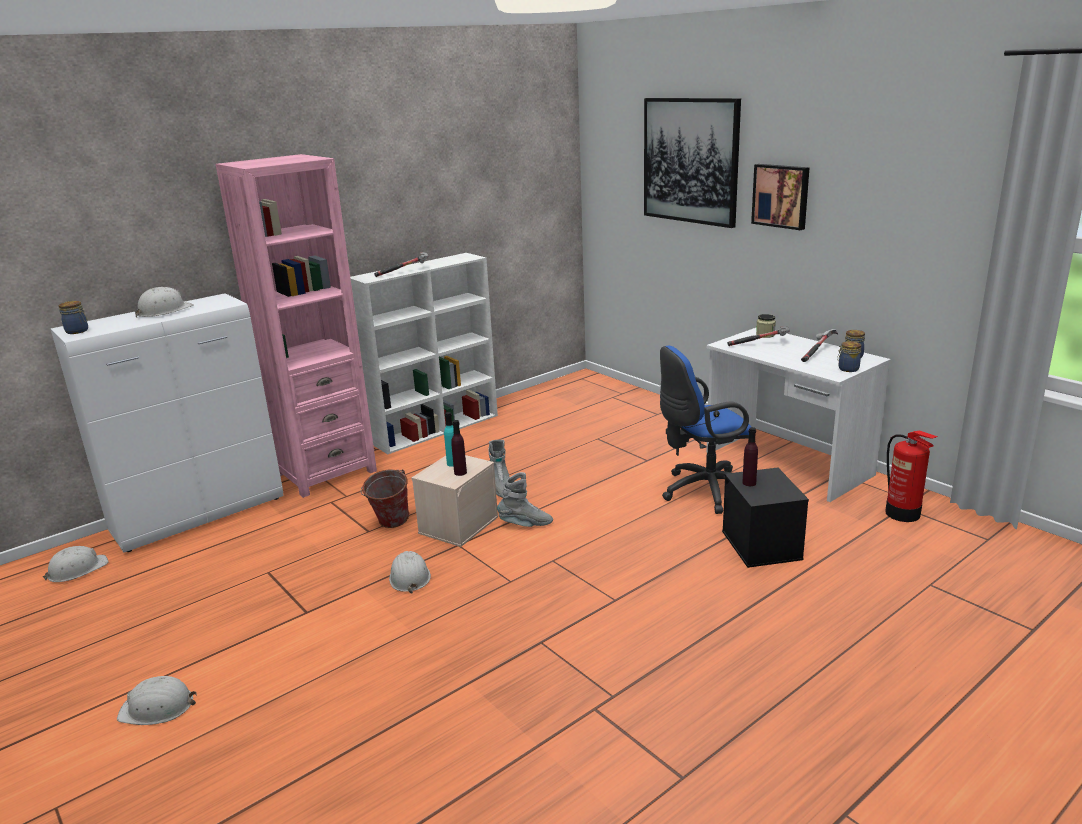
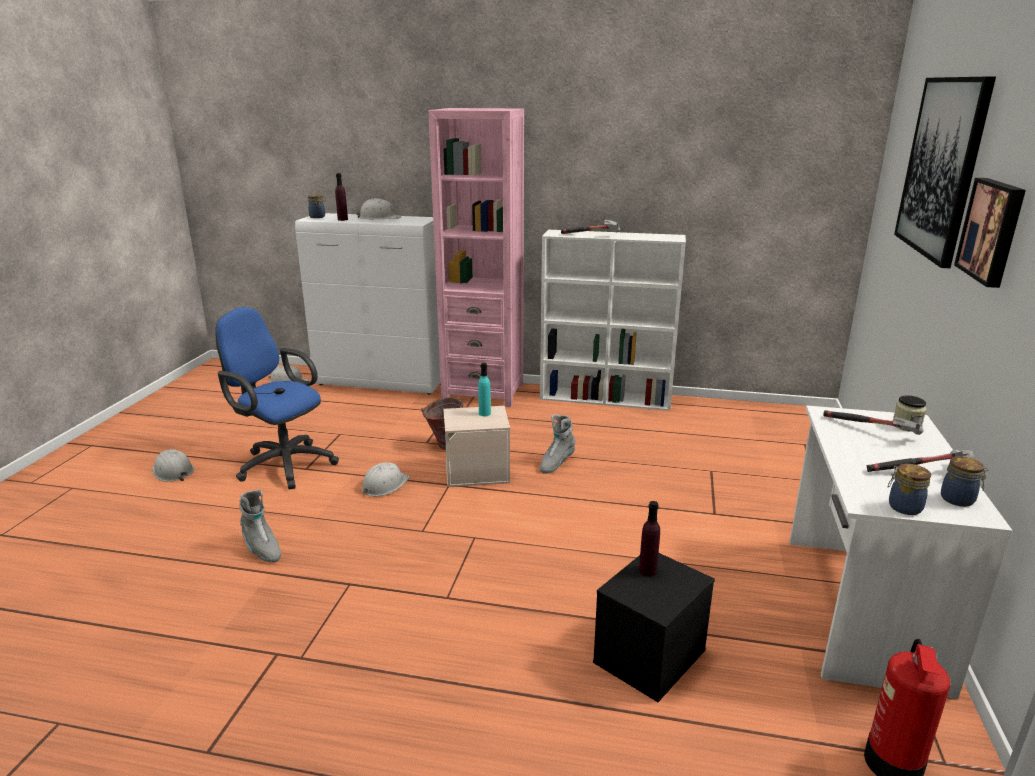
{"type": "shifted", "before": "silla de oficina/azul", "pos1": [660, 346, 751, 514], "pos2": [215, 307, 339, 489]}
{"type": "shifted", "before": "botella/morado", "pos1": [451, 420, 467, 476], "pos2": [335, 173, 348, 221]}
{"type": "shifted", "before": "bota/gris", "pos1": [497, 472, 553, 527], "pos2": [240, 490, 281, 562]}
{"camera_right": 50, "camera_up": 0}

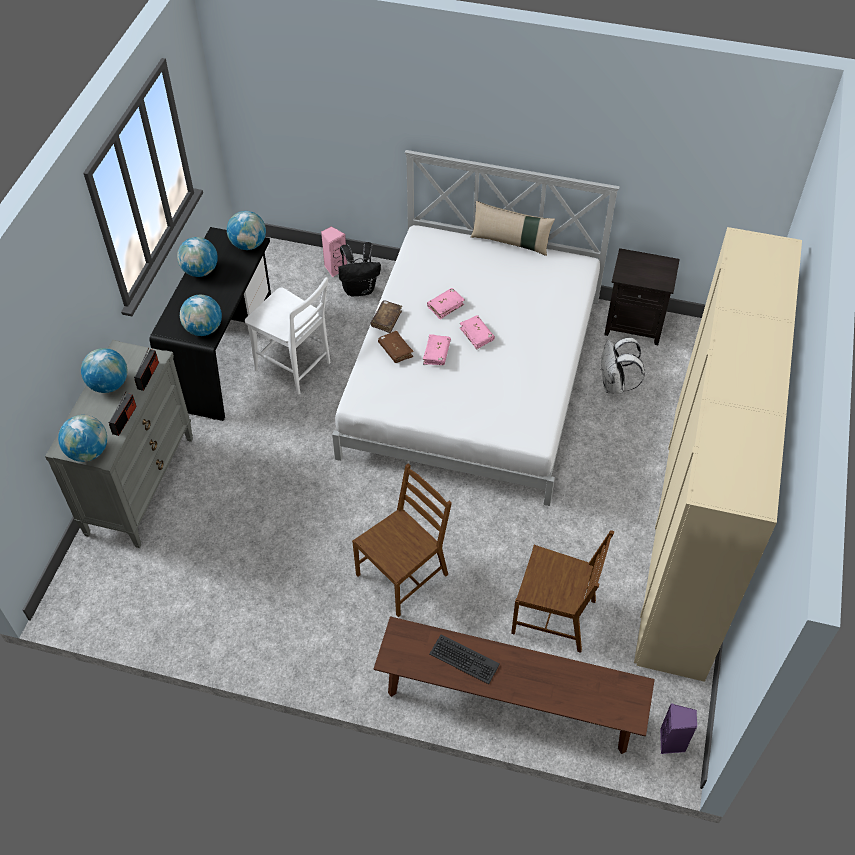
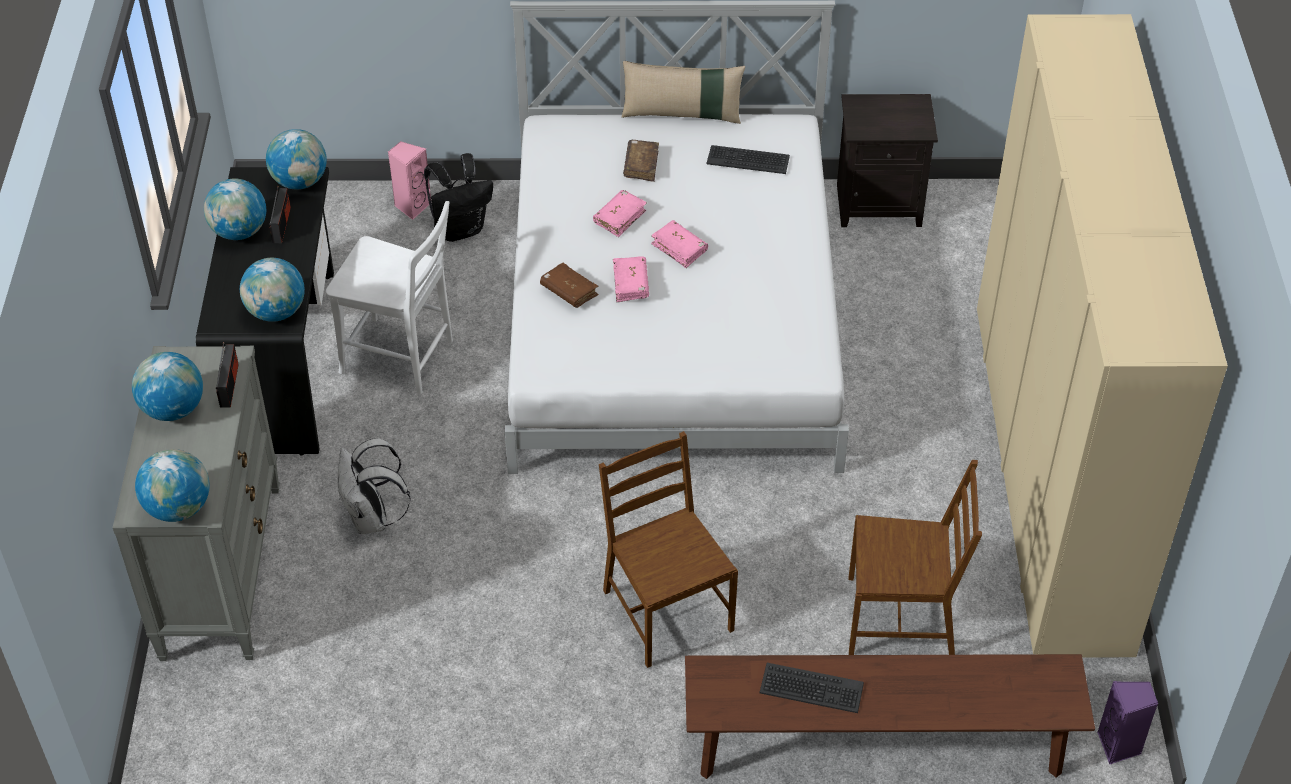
{"type": "shifted", "before": "libro/marrón", "pos1": [370, 300, 402, 333], "pos2": [623, 140, 659, 182]}
{"type": "shifted", "before": "mochila/blanco", "pos1": [601, 337, 645, 394], "pos2": [338, 438, 411, 534]}
{"type": "shifted", "before": "radio", "pos1": [109, 391, 137, 436], "pos2": [269, 186, 291, 243]}
{"type": "rotated", "before": "silla/marrón", "pos1": [352, 463, 452, 617], "pos2": [599, 431, 738, 668], "turn": -60}
{"type": "new", "after": "teclado", "pos2": [706, 145, 790, 174]}
{"camera_right": -15, "camera_up": -5}

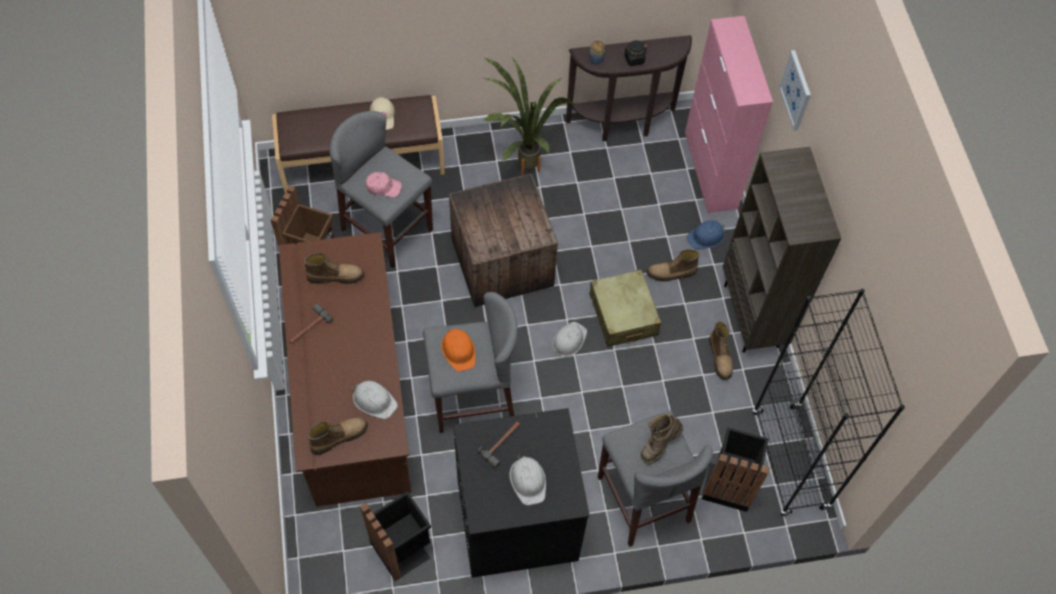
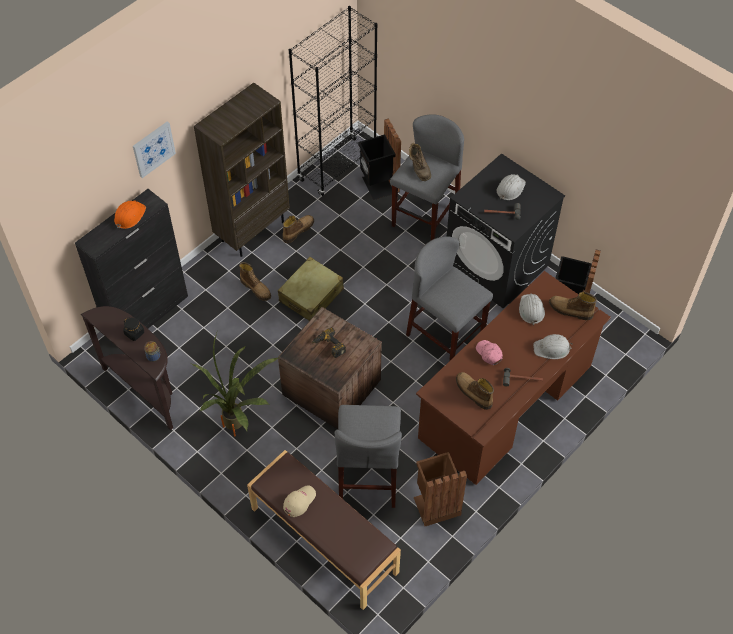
{"type": "repainted", "before": "armario/rosa", "after": "armario/negro", "pos1": [685, 16, 773, 213], "pos2": [75, 189, 188, 328]}
{"type": "shifted", "before": "gorra/rosa", "pos1": [366, 172, 402, 197], "pos2": [476, 340, 503, 365]}
{"type": "gone", "before": "casco/azul", "pos1": [687, 220, 725, 249]}
{"type": "shifted", "before": "casco/blanco", "pos1": [552, 322, 587, 357], "pos2": [533, 334, 573, 359]}
{"type": "shifted", "before": "casco/naranja", "pos1": [441, 328, 475, 372], "pos2": [114, 200, 146, 229]}
{"type": "rotated", "before": "bota/marrón", "pos1": [640, 413, 683, 464], "pos2": [409, 143, 431, 181], "turn": 60}
{"type": "new", "after": "taladro", "pos2": [312, 327, 346, 358]}
{"camera_right": -125, "camera_up": -5}

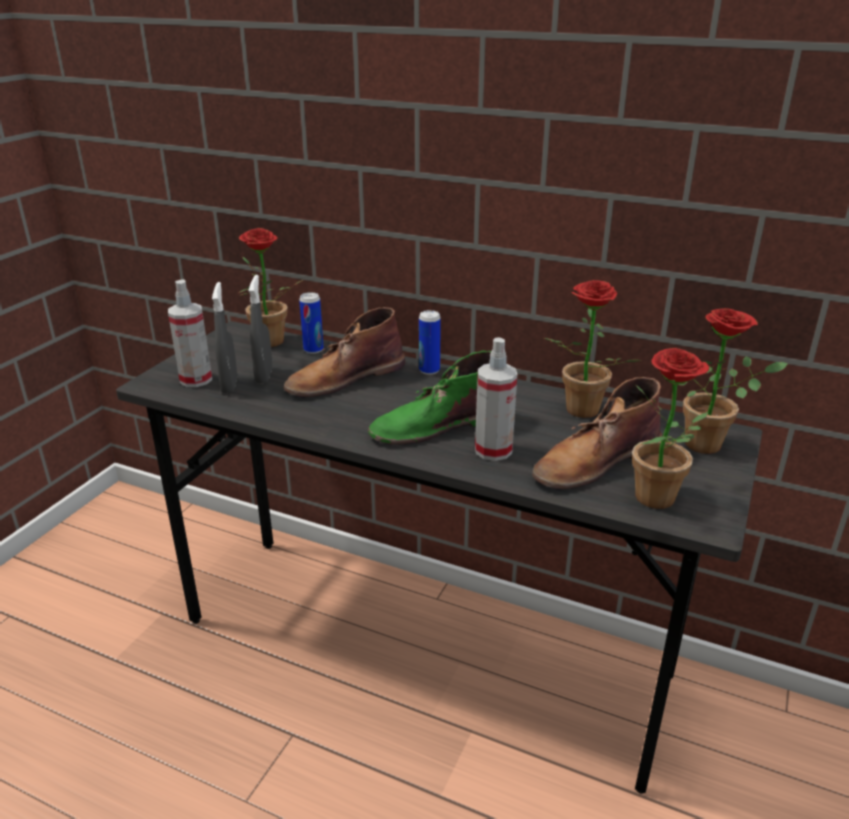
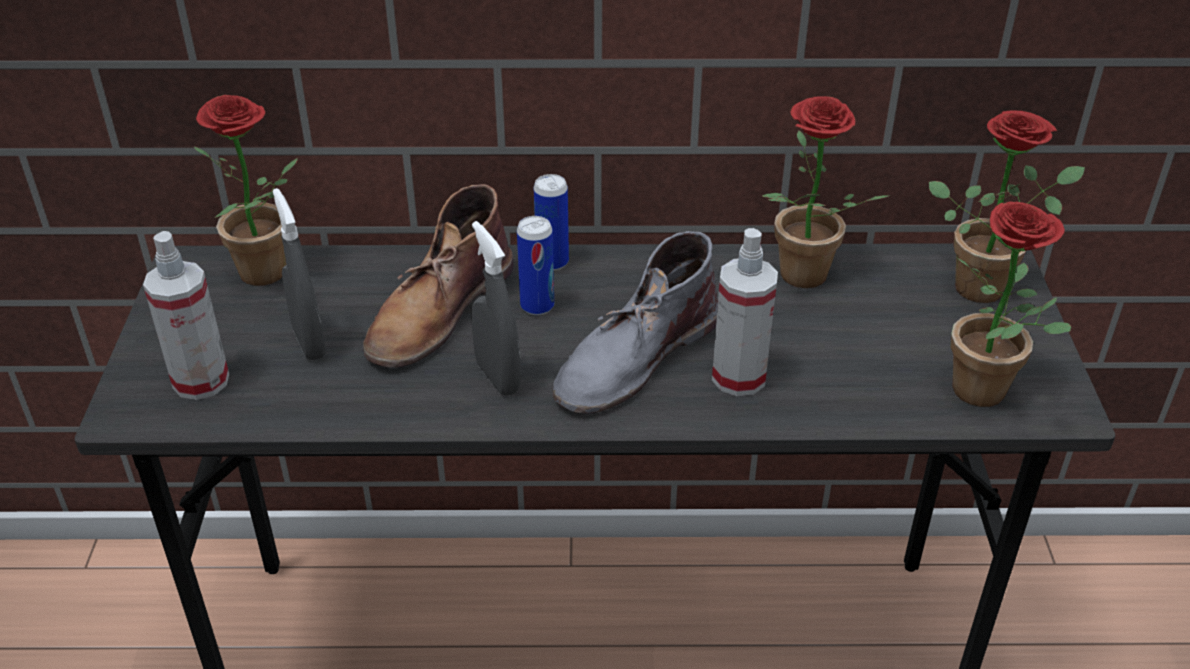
{"type": "shifted", "before": "pulverizador/gris", "pos1": [212, 282, 237, 393], "pos2": [471, 221, 521, 396]}
{"type": "shifted", "before": "lata", "pos1": [299, 292, 324, 354], "pos2": [517, 216, 554, 315]}
{"type": "repainted", "before": "bota/verde", "after": "bota/gris", "pos1": [368, 351, 491, 445], "pos2": [553, 231, 718, 414]}
{"type": "gone", "before": "bota/marrón", "pos1": [532, 377, 662, 490]}
{"camera_right": -25, "camera_up": 10}

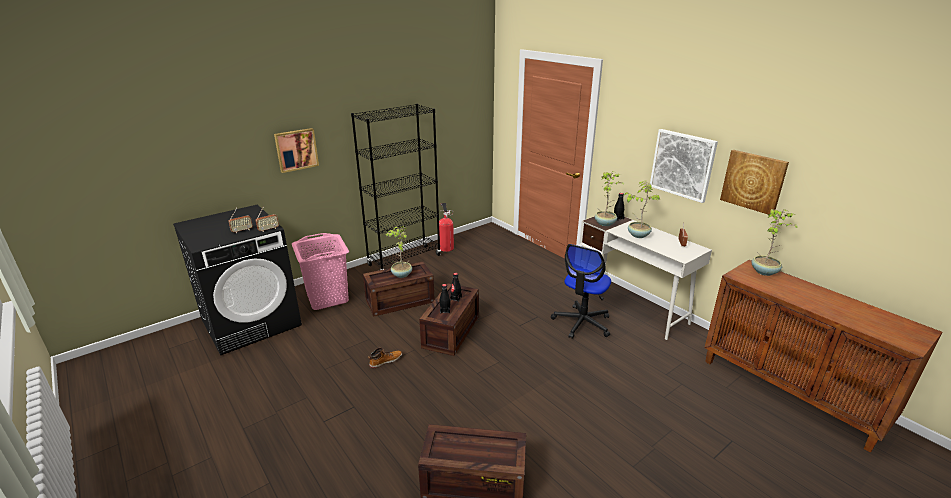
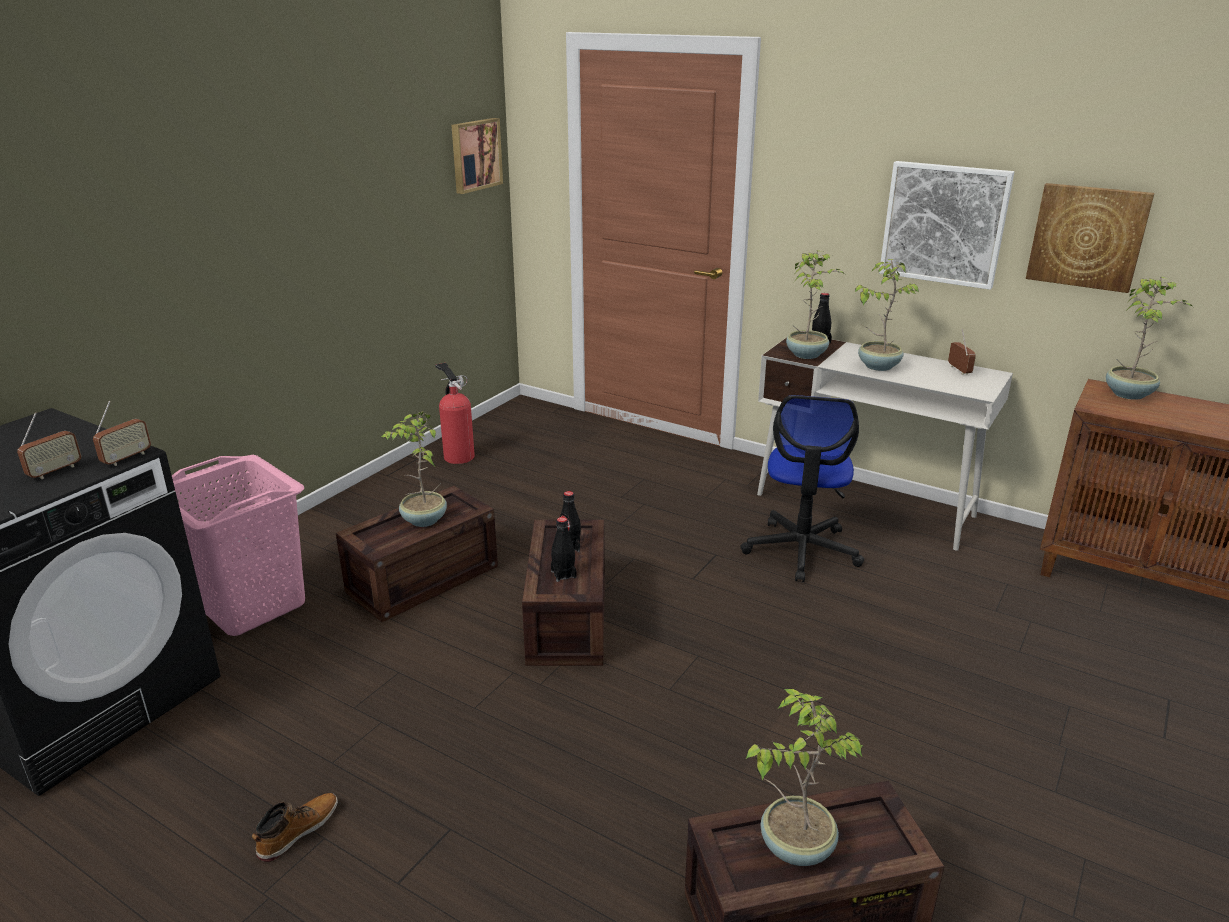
{"type": "gone", "before": "estantería/negro", "pos1": [351, 104, 441, 270]}
{"type": "shifted", "before": "cuadro", "pos1": [274, 128, 319, 173], "pos2": [452, 118, 503, 194]}
{"type": "shifted", "before": "bota", "pos1": [368, 348, 402, 368], "pos2": [252, 793, 338, 862]}
{"type": "new", "after": "planta en maceta", "pos2": [746, 689, 863, 866]}
{"camera_right": -20, "camera_up": 0}

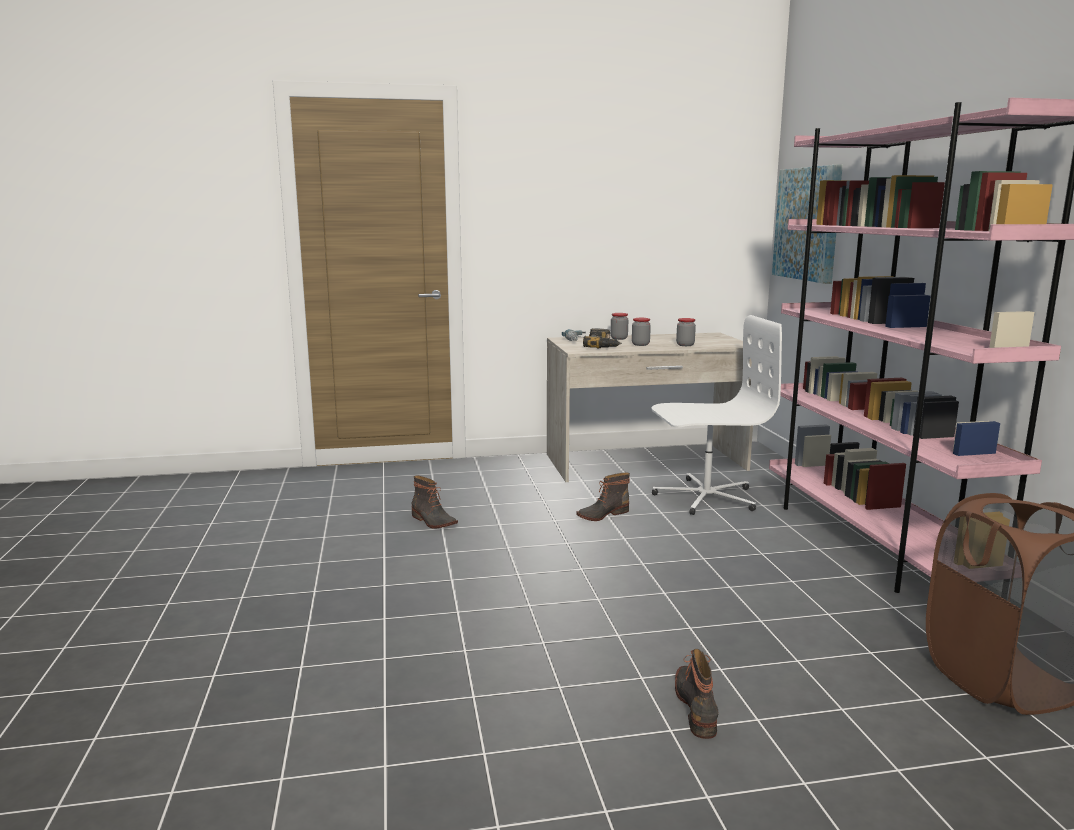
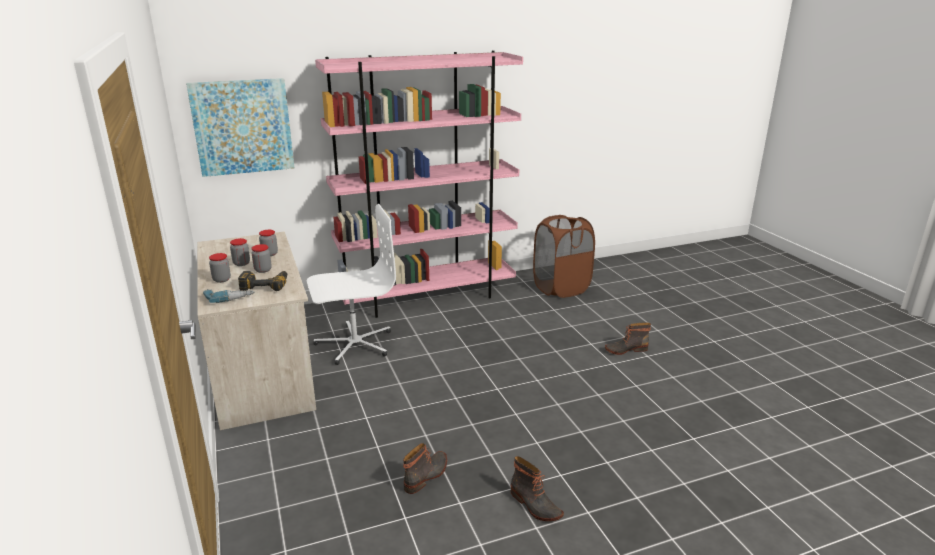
{"type": "rotated", "before": "silla de oficina/blanco", "pos1": [651, 315, 782, 515], "pos2": [307, 204, 396, 365], "turn": 90}
{"type": "shifted", "before": "bota", "pos1": [576, 472, 630, 521], "pos2": [511, 456, 564, 521]}
{"type": "new", "after": "tarro", "pos2": [230, 238, 250, 266]}
{"camera_right": -100, "camera_up": 10}

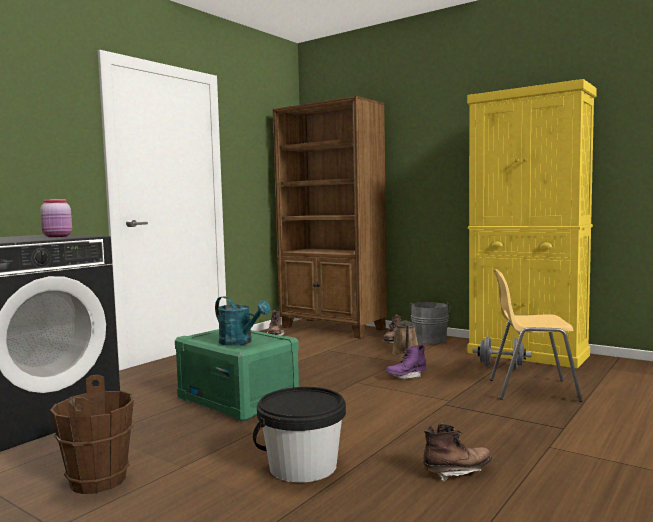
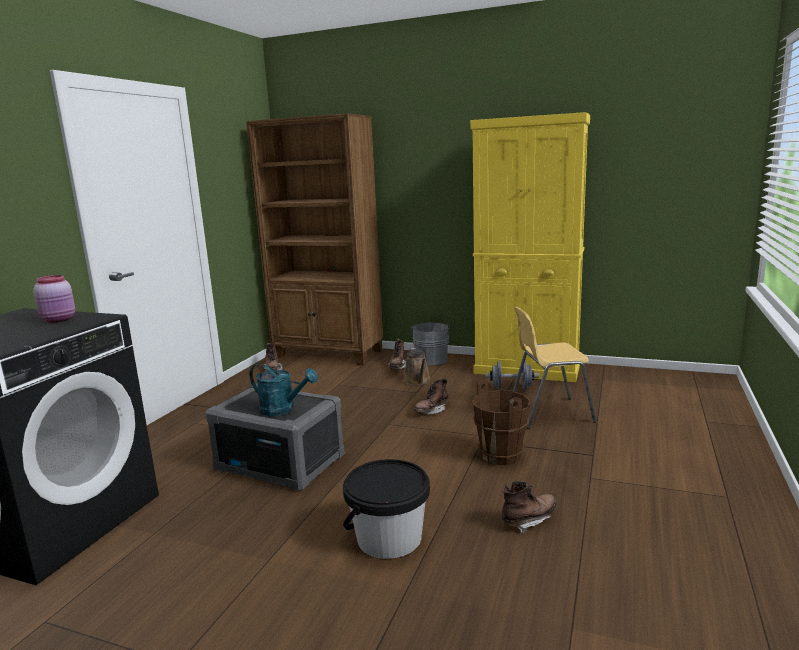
{"type": "repainted", "before": "caja de almacenaje/verde", "after": "caja de almacenaje/gris", "pos1": [175, 329, 299, 422], "pos2": [206, 383, 345, 491]}
{"type": "repainted", "before": "bota/morado", "after": "bota/marrón", "pos1": [385, 343, 427, 379], "pos2": [413, 377, 449, 415]}
{"type": "shifted", "before": "cubo/marrón", "pos1": [50, 375, 134, 494], "pos2": [472, 380, 530, 465]}
{"camera_right": -15, "camera_up": 10}

